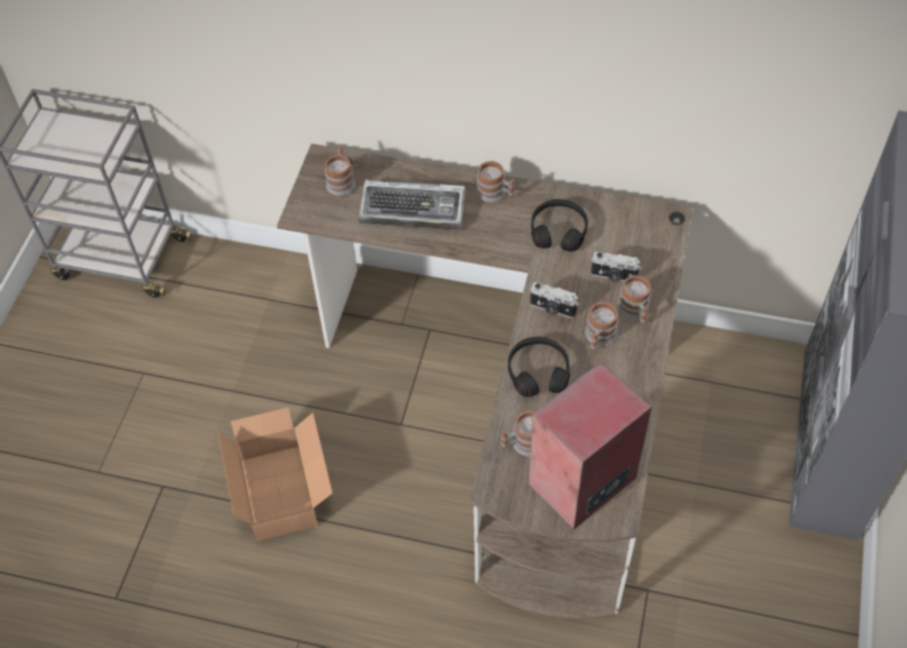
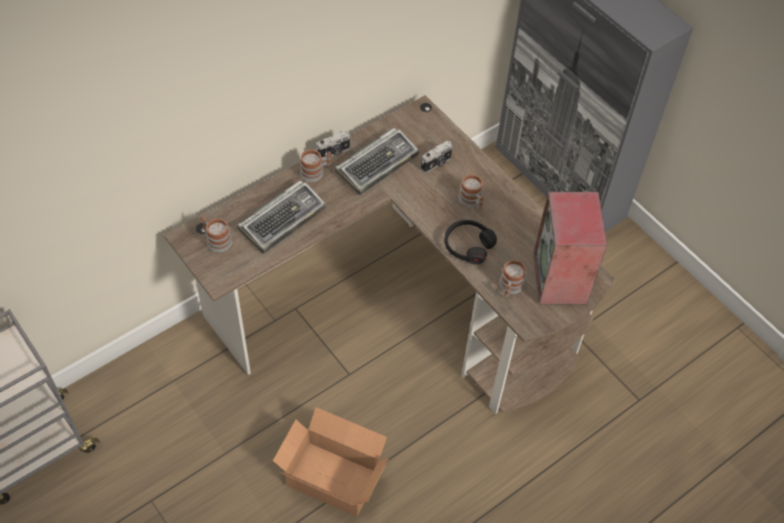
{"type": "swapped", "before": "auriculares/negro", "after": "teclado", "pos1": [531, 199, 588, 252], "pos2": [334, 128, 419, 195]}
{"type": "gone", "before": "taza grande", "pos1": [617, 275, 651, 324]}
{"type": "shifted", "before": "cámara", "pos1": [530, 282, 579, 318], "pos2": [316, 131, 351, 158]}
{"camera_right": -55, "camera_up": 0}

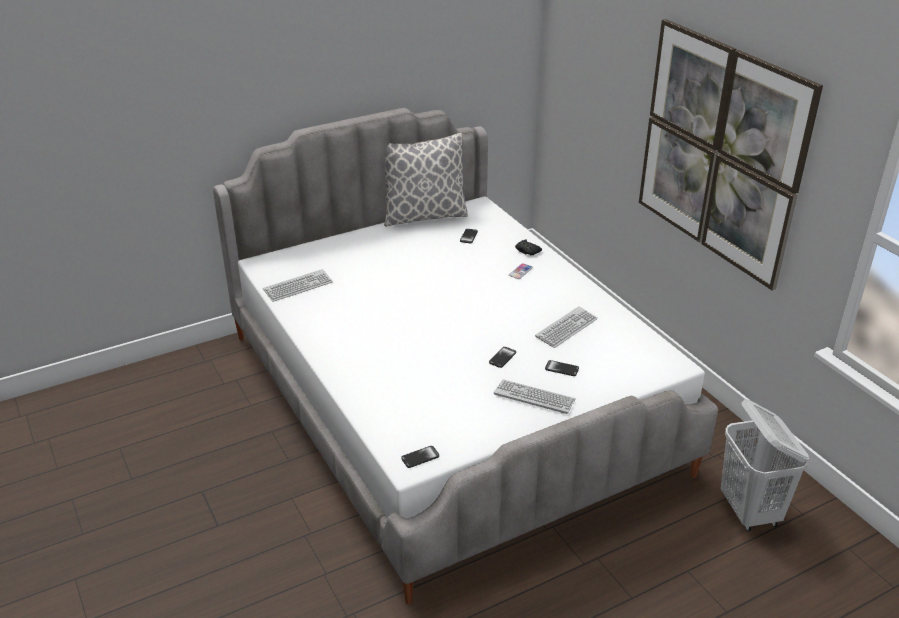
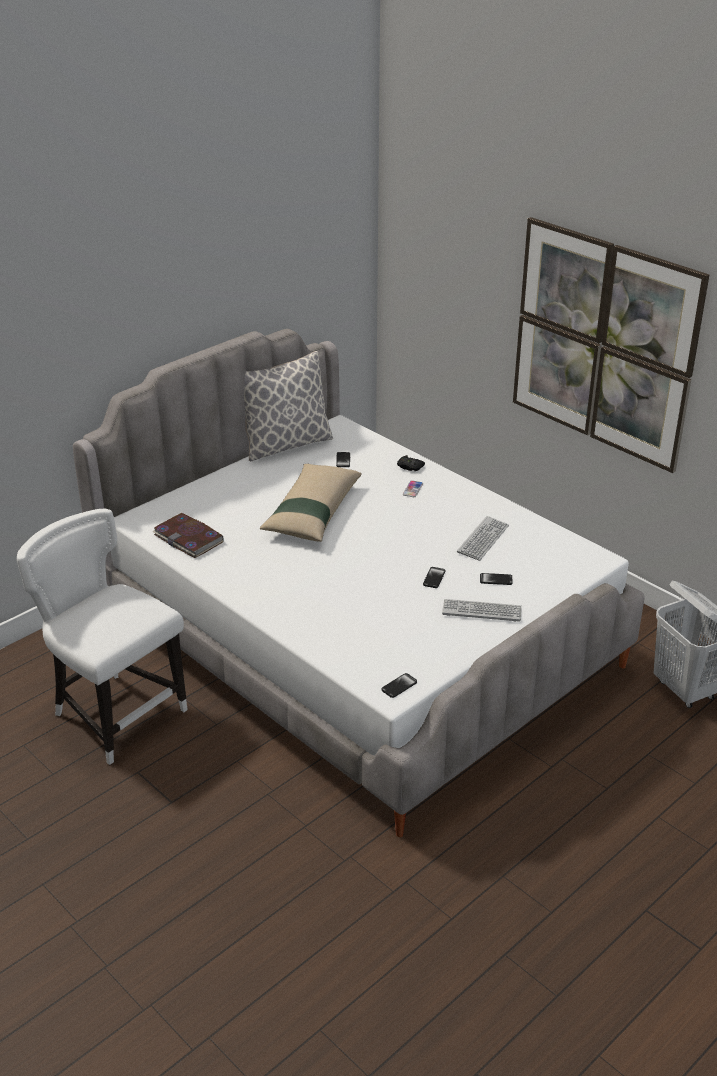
{"type": "swapped", "before": "teclado", "after": "libro", "pos1": [263, 269, 333, 302], "pos2": [152, 513, 224, 558]}
{"type": "new", "after": "cojín/beis", "pos2": [260, 464, 362, 542]}
{"type": "new", "after": "silla/blanco", "pos2": [17, 509, 188, 765]}
{"camera_right": -15, "camera_up": 0}

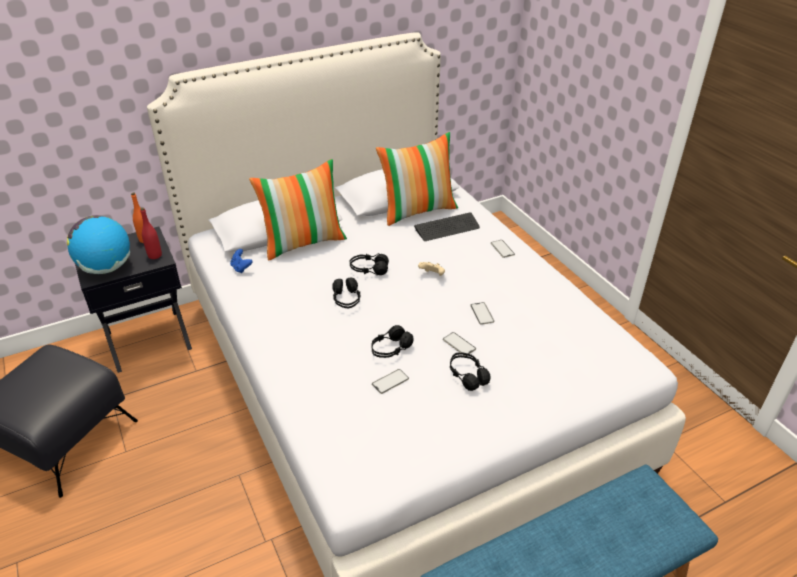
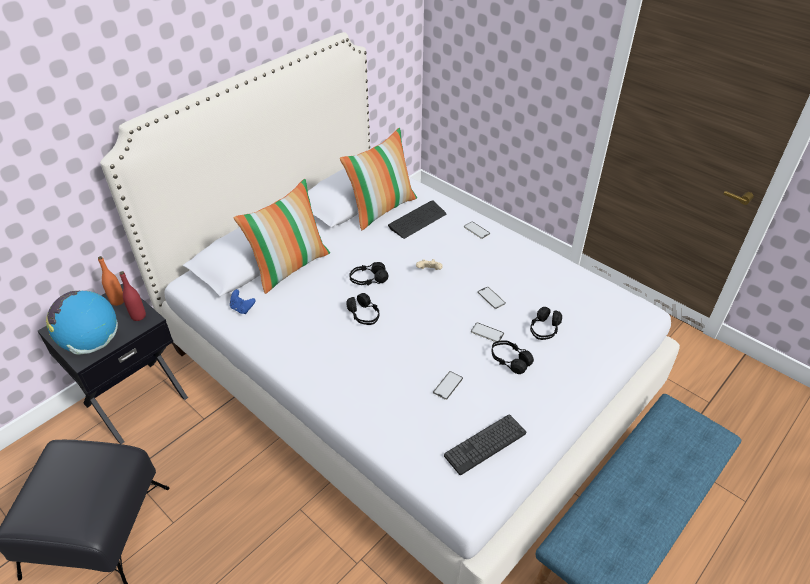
{"type": "shifted", "before": "auriculares/negro", "pos1": [372, 325, 413, 358], "pos2": [530, 307, 562, 340]}
{"type": "new", "after": "teclado", "pos2": [444, 414, 526, 475]}
{"camera_right": -20, "camera_up": 5}

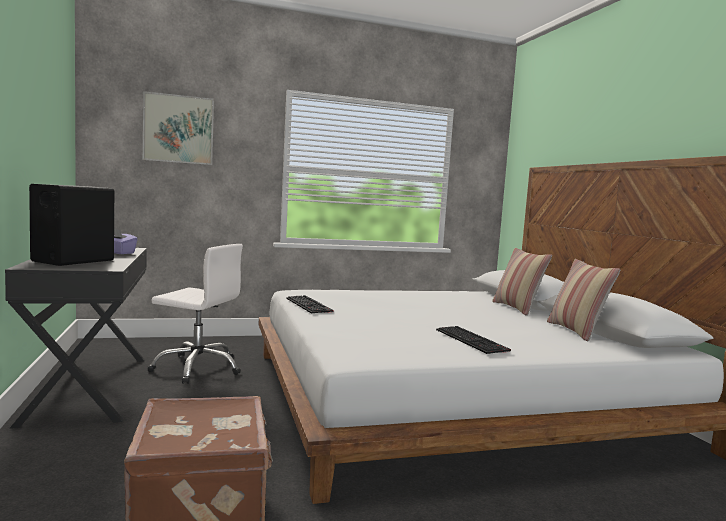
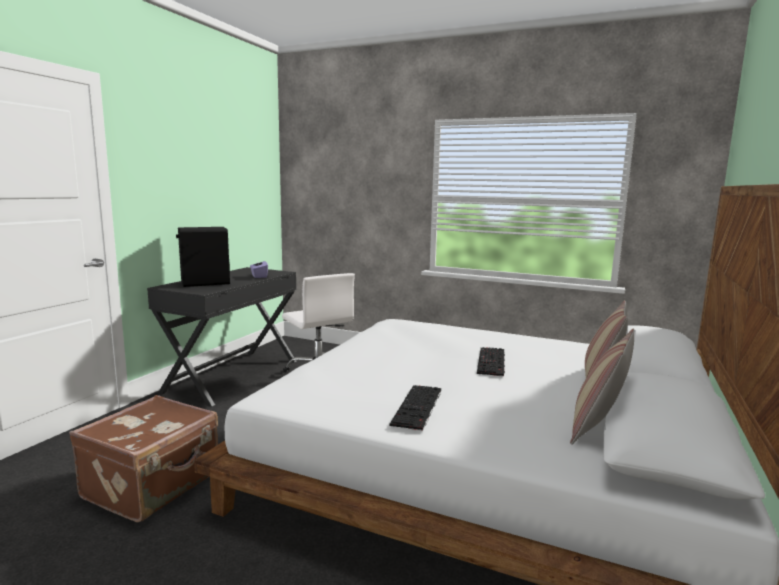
{"type": "gone", "before": "cuadro", "pos1": [143, 91, 214, 165]}
{"type": "shifted", "before": "teclado", "pos1": [286, 295, 334, 313], "pos2": [477, 347, 505, 377]}
{"camera_right": 40, "camera_up": 5}

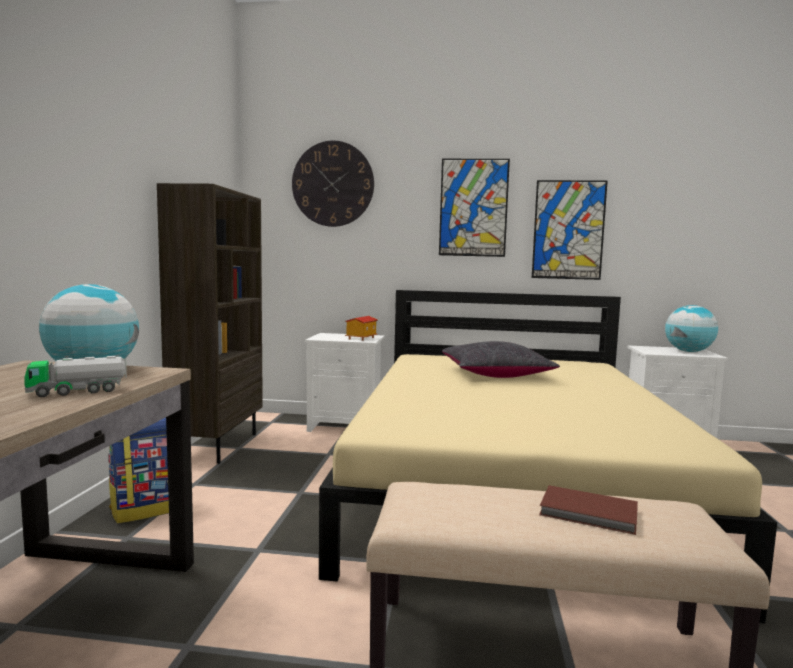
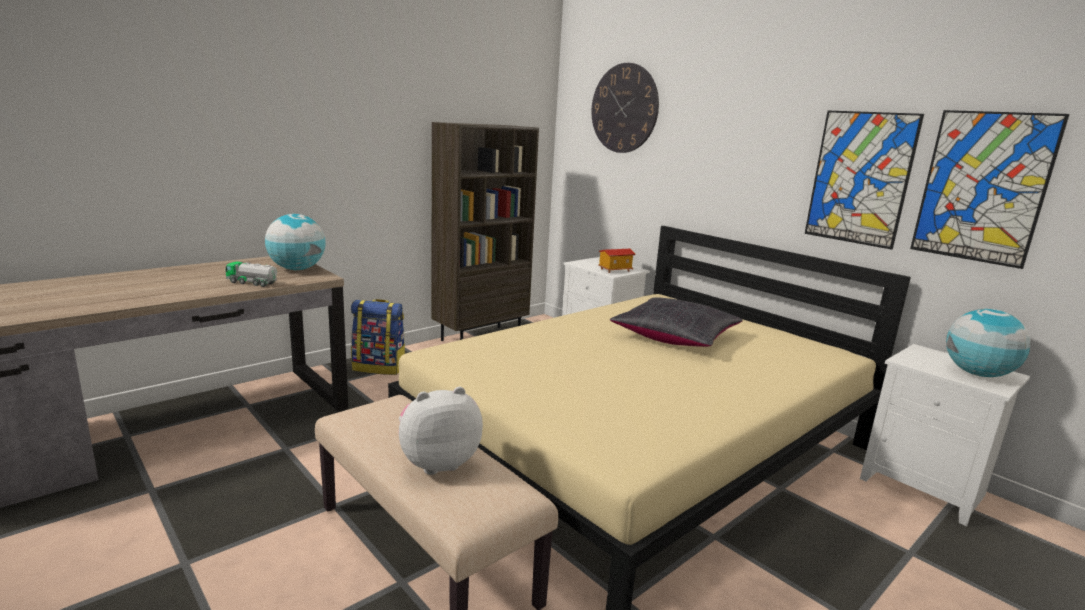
{"type": "shifted", "before": "cuadro", "pos1": [439, 159, 510, 257], "pos2": [910, 110, 1070, 269]}
{"type": "swapped", "before": "libro/marrón", "after": "peluche", "pos1": [539, 485, 638, 535], "pos2": [399, 387, 483, 475]}
{"camera_right": 40, "camera_up": 10}

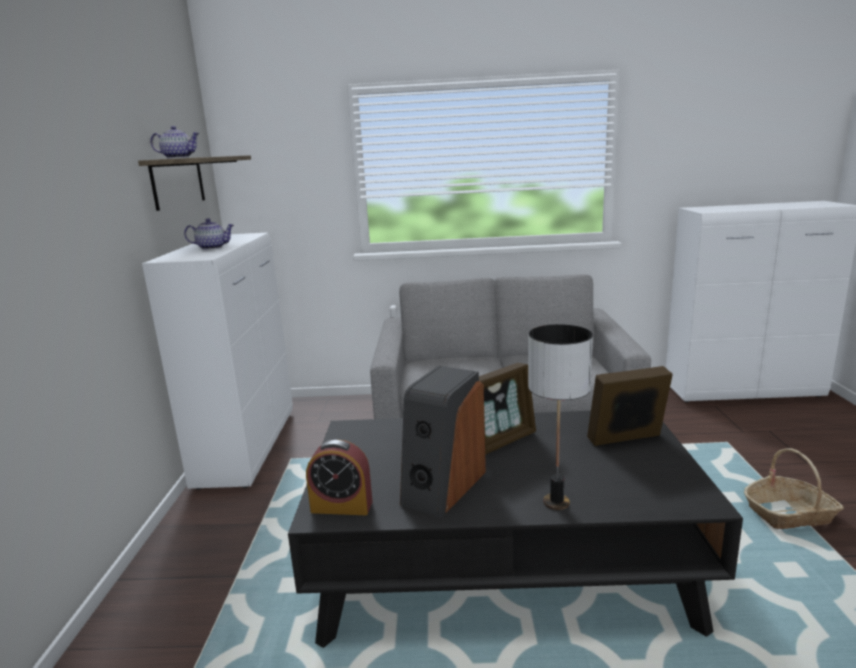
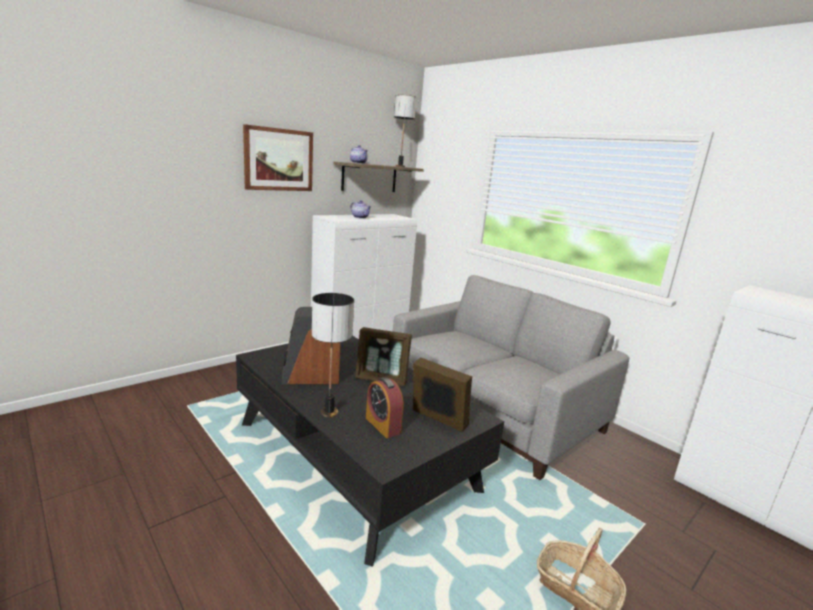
{"type": "shifted", "before": "despertador", "pos1": [306, 440, 372, 515], "pos2": [366, 377, 404, 438]}
{"type": "new", "after": "lámpara de mesa", "pos2": [394, 95, 417, 167]}
{"type": "new", "after": "cuadro", "pos2": [243, 124, 313, 191]}
{"camera_right": 45, "camera_up": 0}

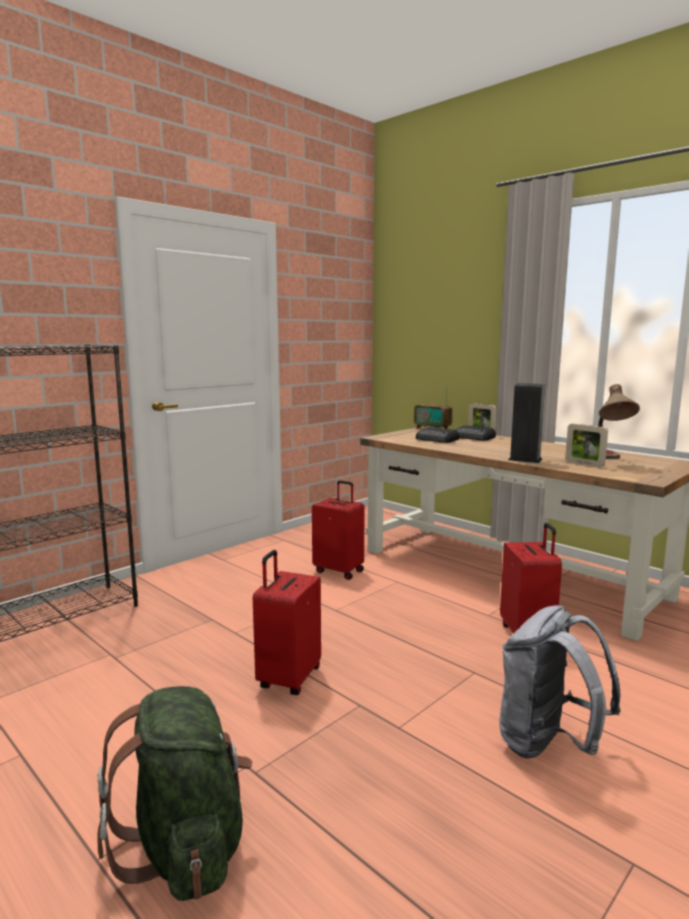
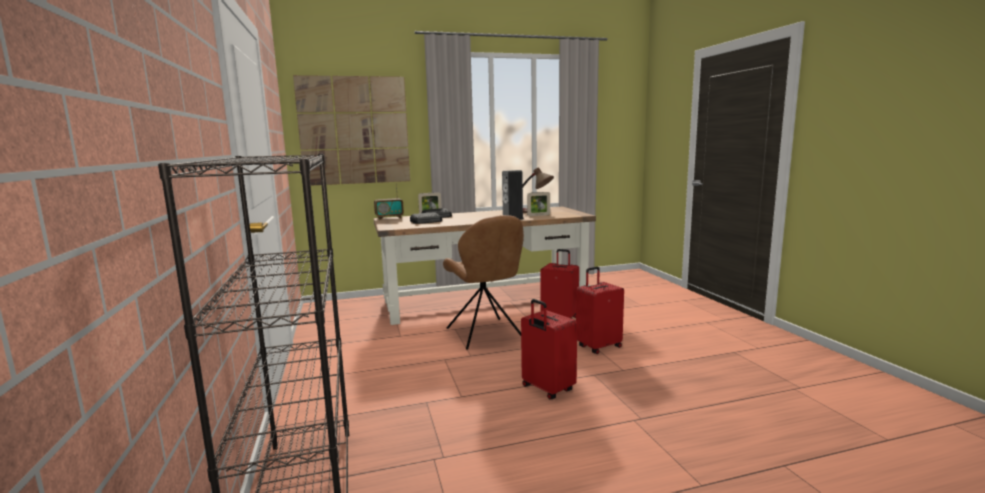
{"type": "shifted", "before": "maleta/rojo", "pos1": [312, 480, 365, 580], "pos2": [576, 267, 624, 354]}
{"type": "gone", "before": "mochila/gris", "pos1": [500, 605, 621, 759]}
{"type": "gone", "before": "mochila/verde", "pos1": [97, 686, 252, 901]}
{"type": "new", "after": "cuadro", "pos2": [293, 75, 410, 185]}
{"type": "new", "after": "silla/marrón", "pos2": [443, 215, 524, 350]}
{"camera_right": -60, "camera_up": 0}

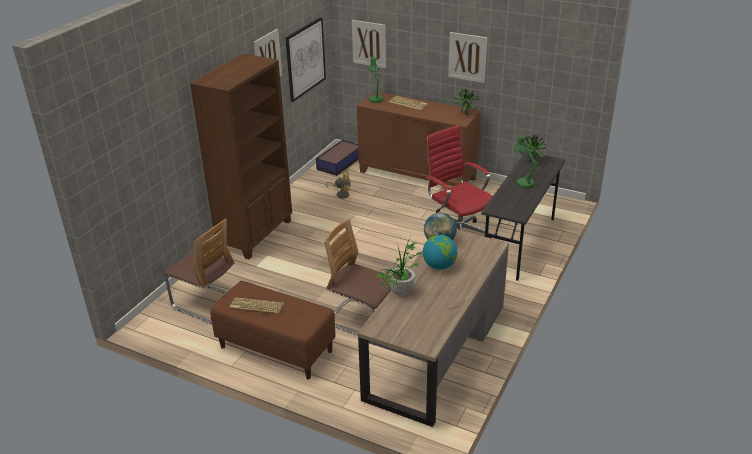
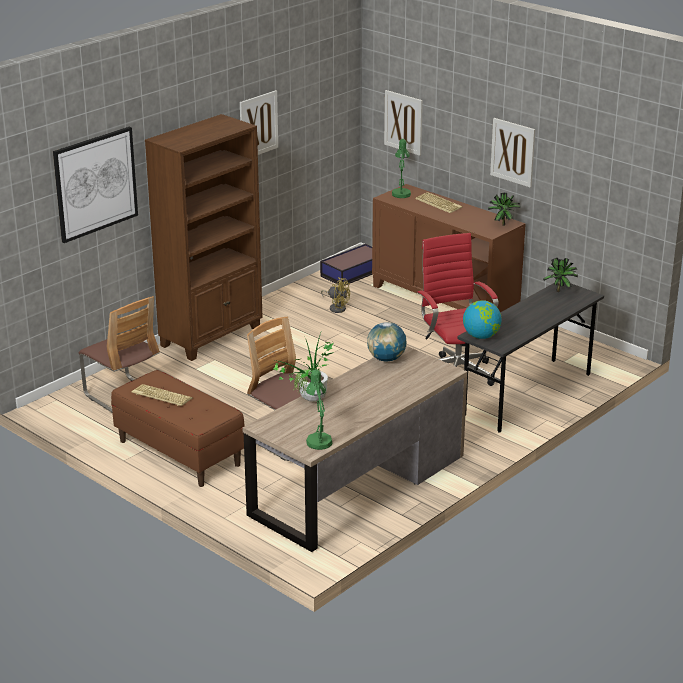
{"type": "shifted", "before": "cuadro", "pos1": [285, 17, 326, 102], "pos2": [53, 127, 138, 243]}
{"type": "shifted", "before": "lámpara de mesa/verde", "pos1": [514, 135, 537, 189], "pos2": [306, 369, 332, 450]}
{"type": "shifted", "before": "globo terráqueo", "pos1": [423, 235, 457, 270], "pos2": [463, 300, 502, 339]}
{"camera_right": 15, "camera_up": -5}

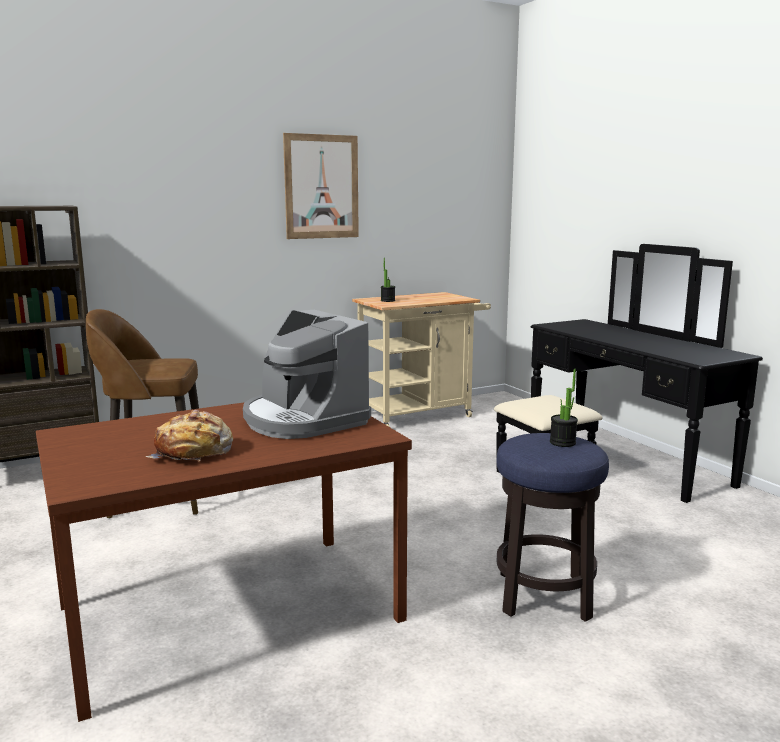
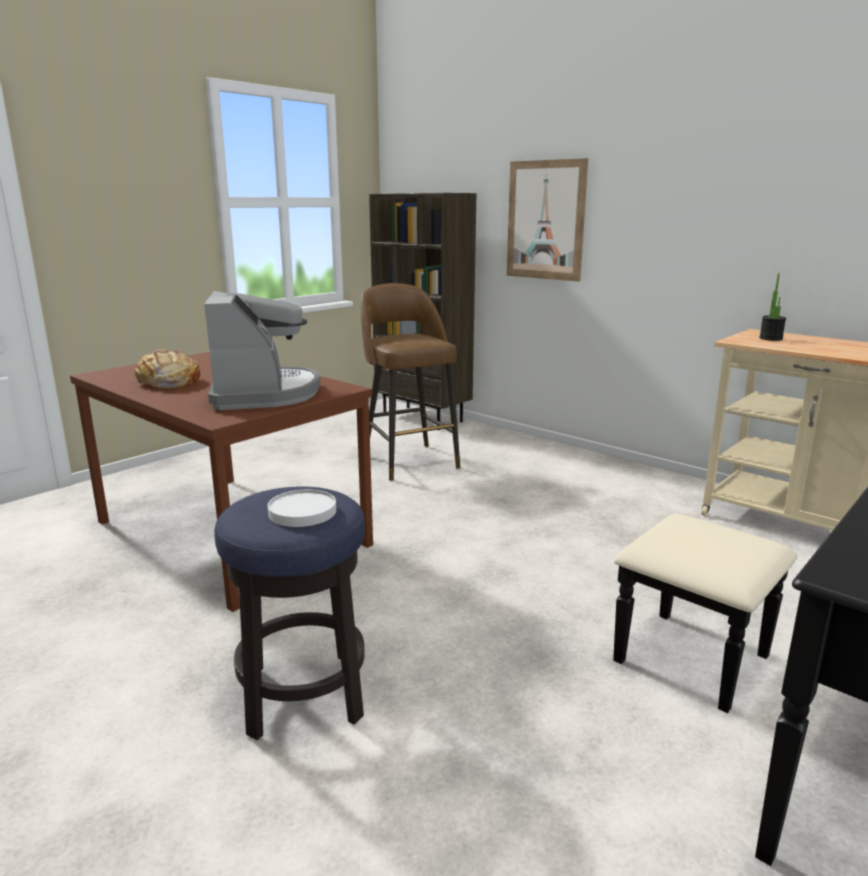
{"type": "shifted", "before": "cuadro", "pos1": [283, 133, 359, 239], "pos2": [507, 158, 588, 282]}
{"type": "rotated", "before": "cafetera", "pos1": [243, 310, 371, 439], "pos2": [204, 291, 321, 410], "turn": 135}
{"type": "swapped", "before": "planta en maceta", "after": "plato/blanco", "pos1": [550, 369, 578, 447], "pos2": [268, 489, 336, 527]}
{"camera_right": 70, "camera_up": 5}

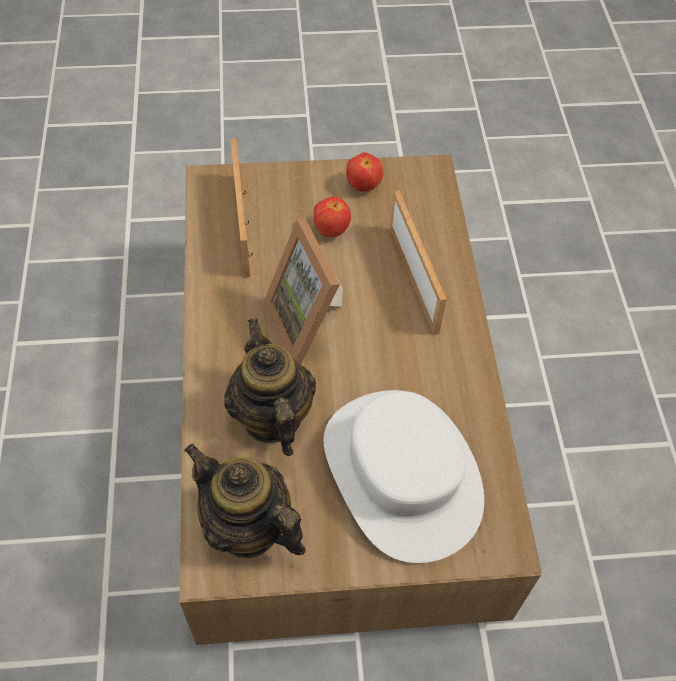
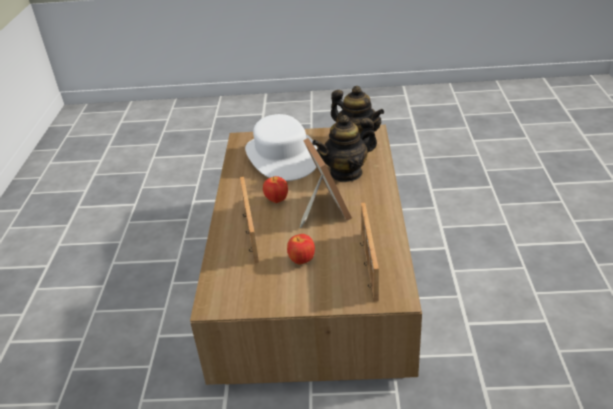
{"type": "shifted", "before": "manzana", "pos1": [346, 152, 383, 192], "pos2": [263, 176, 288, 203]}
{"type": "rotated", "before": "tetera", "pos1": [224, 318, 316, 456], "pos2": [312, 115, 377, 182], "turn": 75}
{"camera_right": -170, "camera_up": -20}

